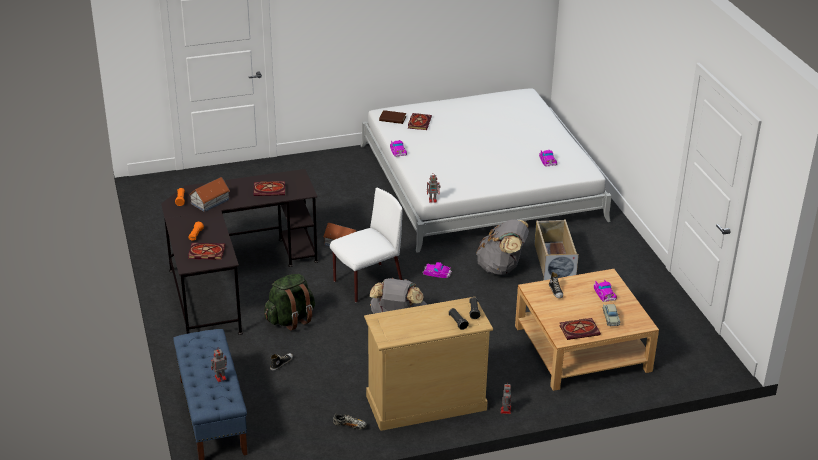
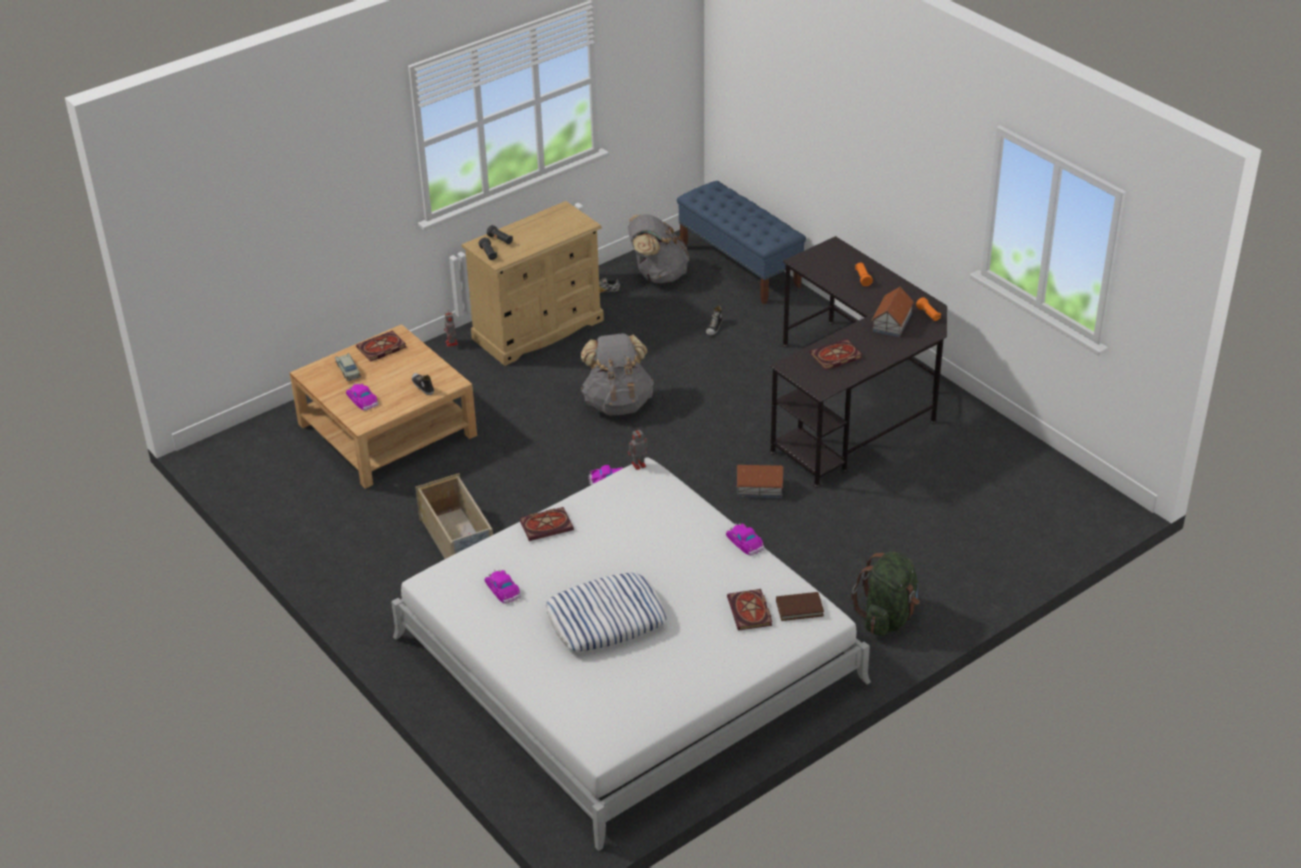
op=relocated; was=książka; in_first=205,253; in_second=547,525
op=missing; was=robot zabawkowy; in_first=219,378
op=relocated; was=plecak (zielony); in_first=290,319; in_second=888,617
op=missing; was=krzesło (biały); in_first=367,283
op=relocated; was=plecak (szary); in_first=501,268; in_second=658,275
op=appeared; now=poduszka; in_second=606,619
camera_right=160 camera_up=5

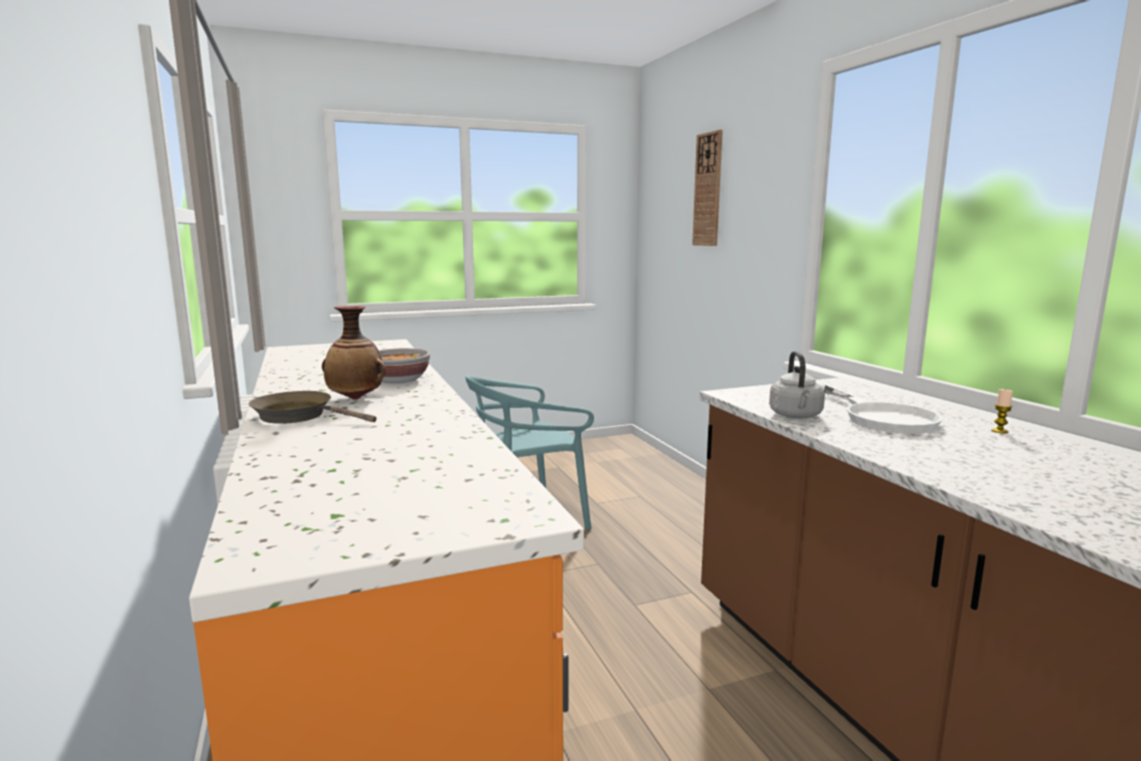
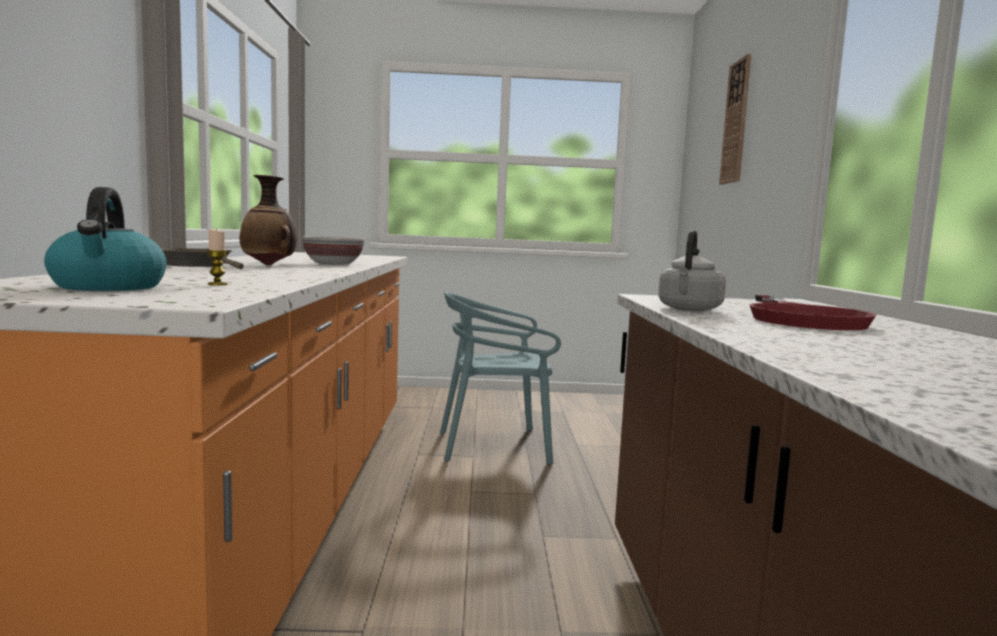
op=colour; was=patelnia (biały); now=patelnia (czerwony); in_first=880,417; in_second=801,319
op=relocated; was=świeca; in_first=999,431; in_second=217,284
op=appeared; now=czajnik; in_second=109,287
camera_right=20 camera_up=-5

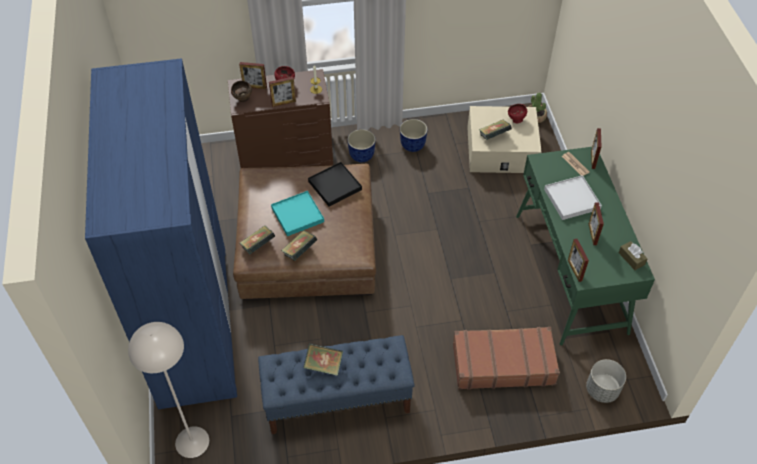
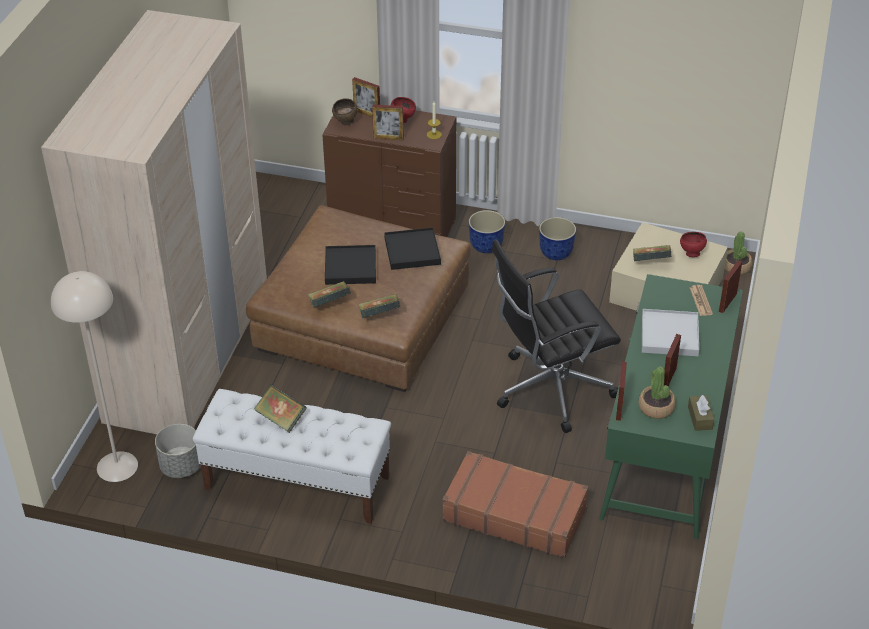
op=colour; was=szafa (niebieski); now=szafa (beżowy); in_first=193,323; in_second=188,355
op=relocated; was=książka; in_first=258,246; in_second=379,315
op=colour; was=ławka (niebieski); now=ławka (biały); in_first=337,400; in_second=296,483
op=colour; was=taca (turkusowy); now=taca (czarny); in_first=297,215; in_second=350,267
op=relocated; was=donica (szary); in_first=602,390; in_second=181,467
op=appeared; now=krzesło biurowe (czarny); in_second=550,389
op=appeared; now=roślina doniczkowa; in_second=656,407
camera_right=25 camera_up=-10

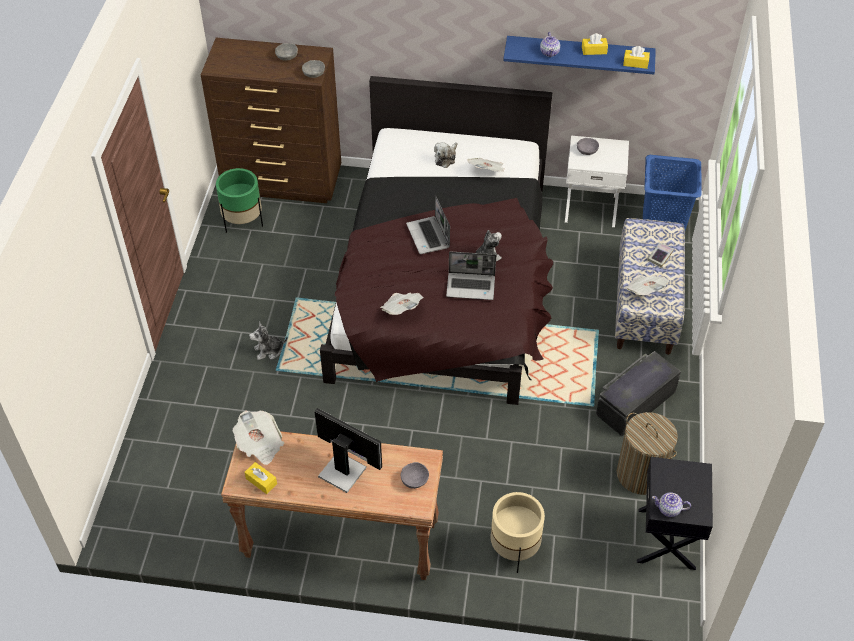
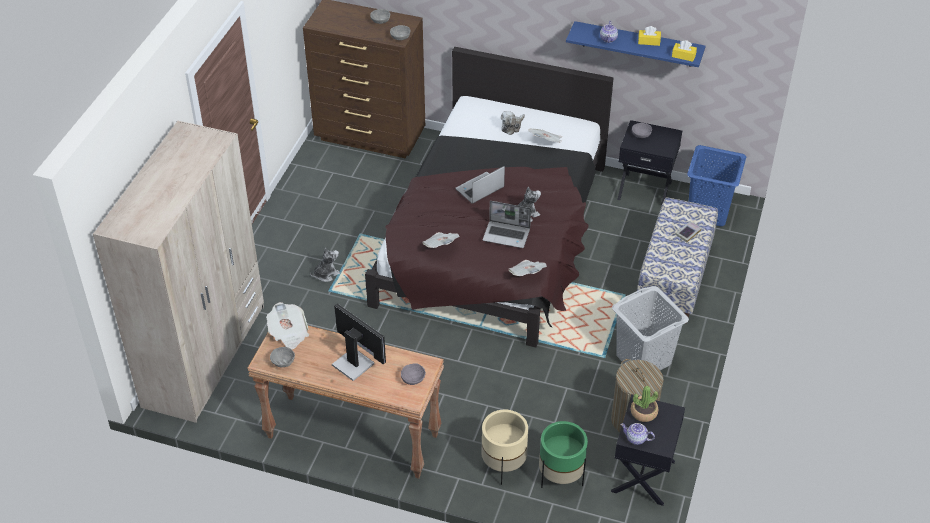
op=relocated; was=donica (zielony); in_first=243,222; in_second=560,476
op=exchanged; was=pudełko chusteczek (żółty); now=miska (szary); in_first=261,481; in_second=283,362
op=spun; was=pluszak; in_first=269,351; in_second=326,274; clockwise=150
op=spun; was=laptop; in_first=429,236; in_second=479,189; clockwise=60
op=colour; was=szafka nocna (biały); now=szafka nocna (czarny); in_first=591,207; in_second=645,190
op=exchanged; was=pojemnik do przechowywania (czarny); now=kosz na pranie (szary); in_first=635,402; in_second=643,359
op=relocated; was=gazeta; in_first=645,291; in_second=527,274
op=appeared; now=szafa (beżowy); in_second=205,355
op=appeared; now=roślina doniczkowa; in_second=643,412
camera_right=10 camera_up=-5

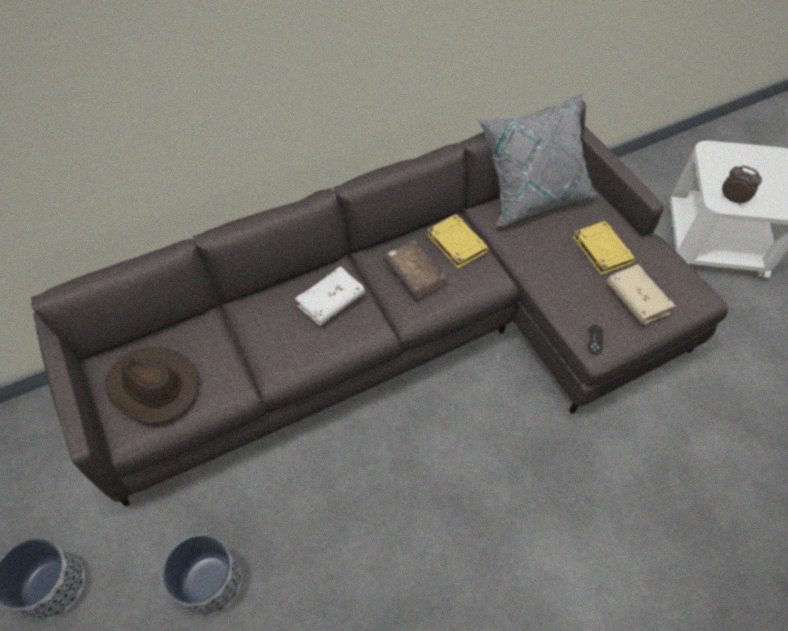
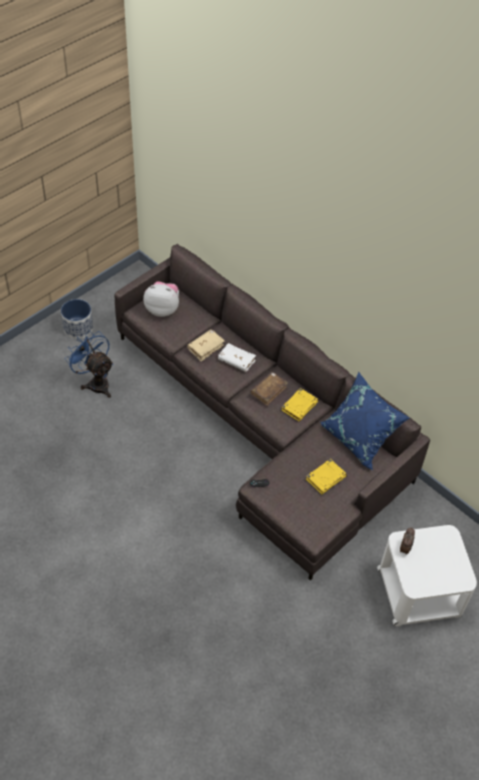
op=exchanged; was=kapelusz (brązowy); now=pluszak; in_first=152,387; in_second=162,309
op=exchanged; was=donica; now=wentylator (niebieski); in_first=210,582; in_second=95,382
op=colour; was=poduszka (szary); now=poduszka (niebieski); in_first=533,194; in_second=359,438
op=relocated; was=książka (beżowy); in_first=636,299; in_second=205,348
camera_right=70 camera_up=-5

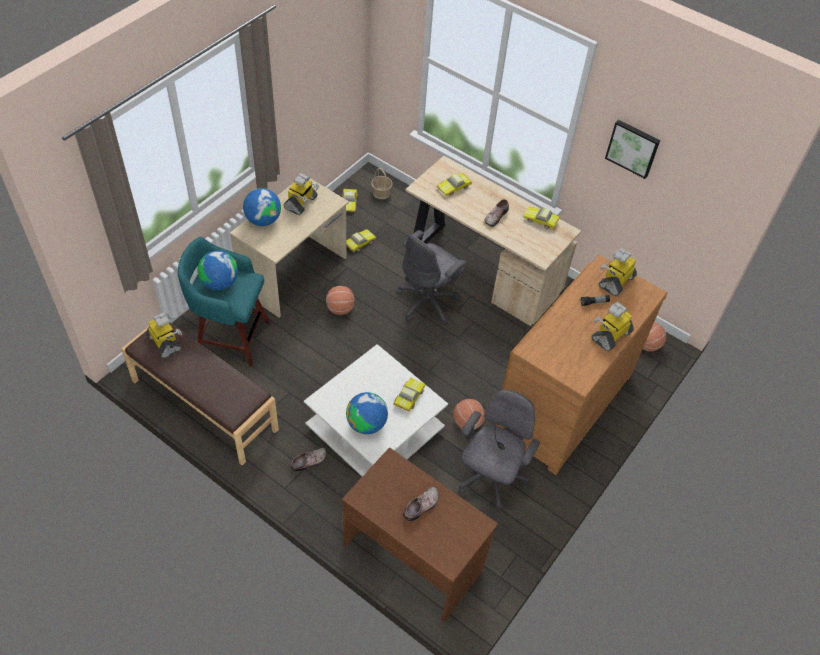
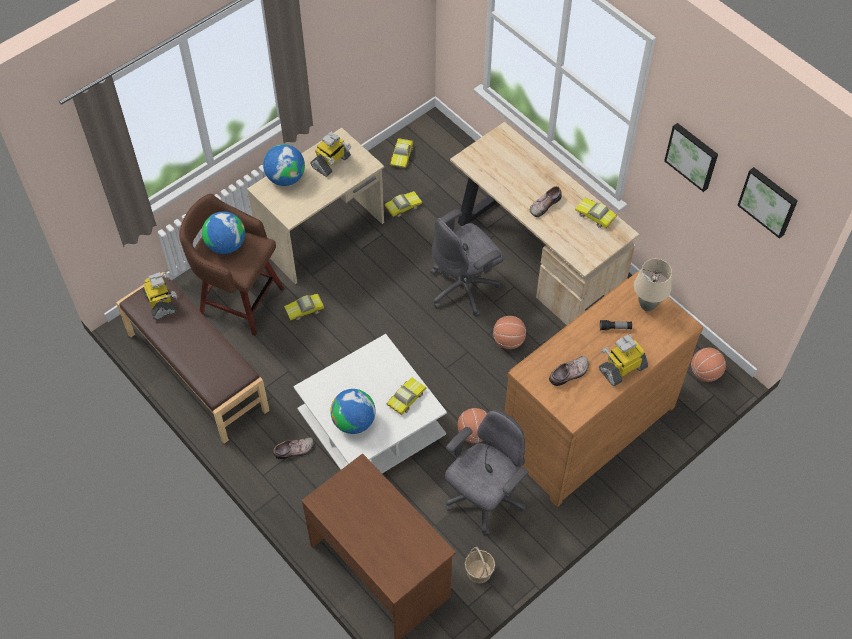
op=colour; was=stołek (turkusowy); now=stołek (brązowy); in_first=231,337; in_second=239,300
op=relocated; was=piłka do koszykówki; in_first=340,309; in_second=508,341
op=relocated; was=koszyk; in_first=381,193; in_second=479,571
op=relocated; was=but; in_first=422,506; in_second=569,374
op=relocated; was=samochodzik; in_first=454,187; in_second=305,310
op=exchanged; was=robot zabawkowy; now=lampa stołowa (beżowy); in_first=616,281; in_second=647,305
op=appeared; now=obraz; in_second=769,201
camera_right=15 camera_up=5

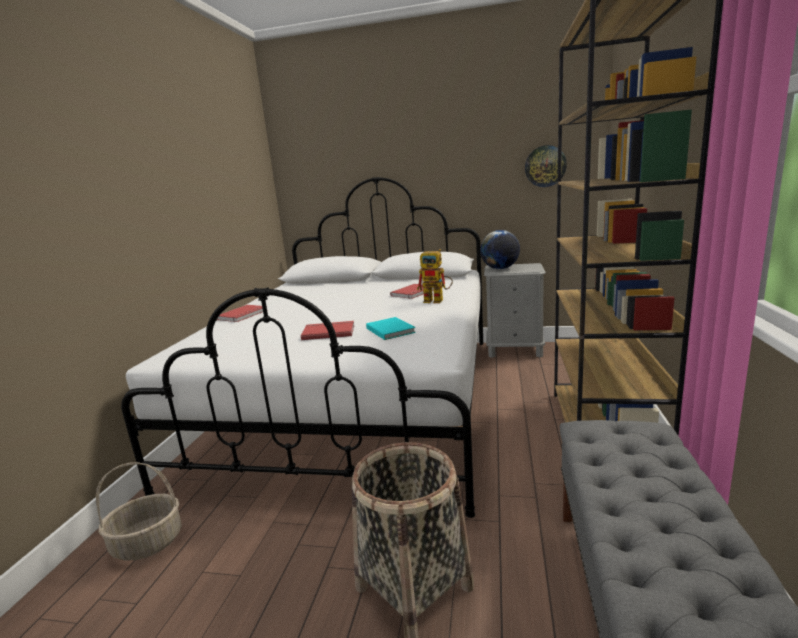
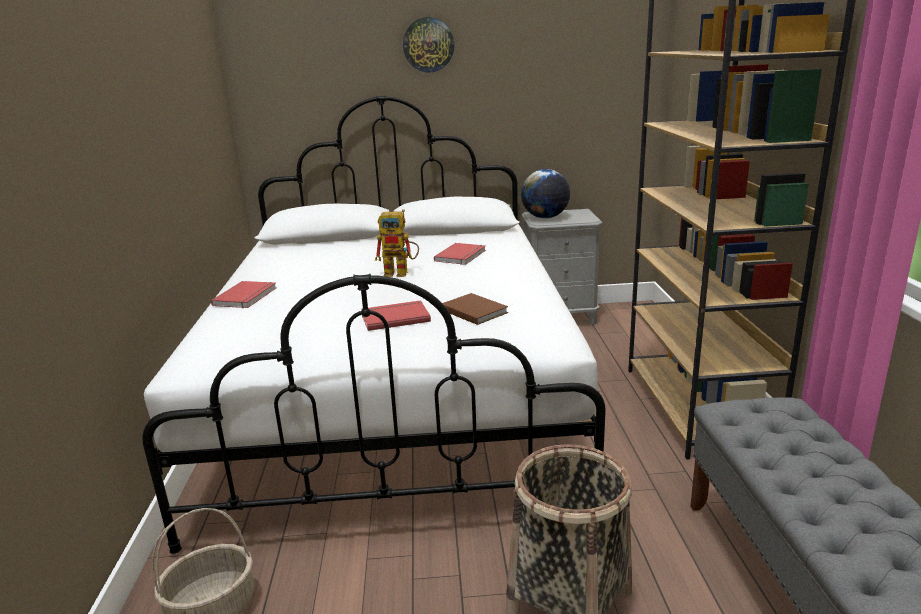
op=colour; was=książka (turkusowy); now=książka (brązowy); in_first=390,330; in_second=473,310
op=relocated; was=robot zabawkowy; in_first=438,300; in_second=401,273
op=relocated; was=zegar ścienny; in_first=545,166; in_second=428,45
camera_right=-15 camera_up=5

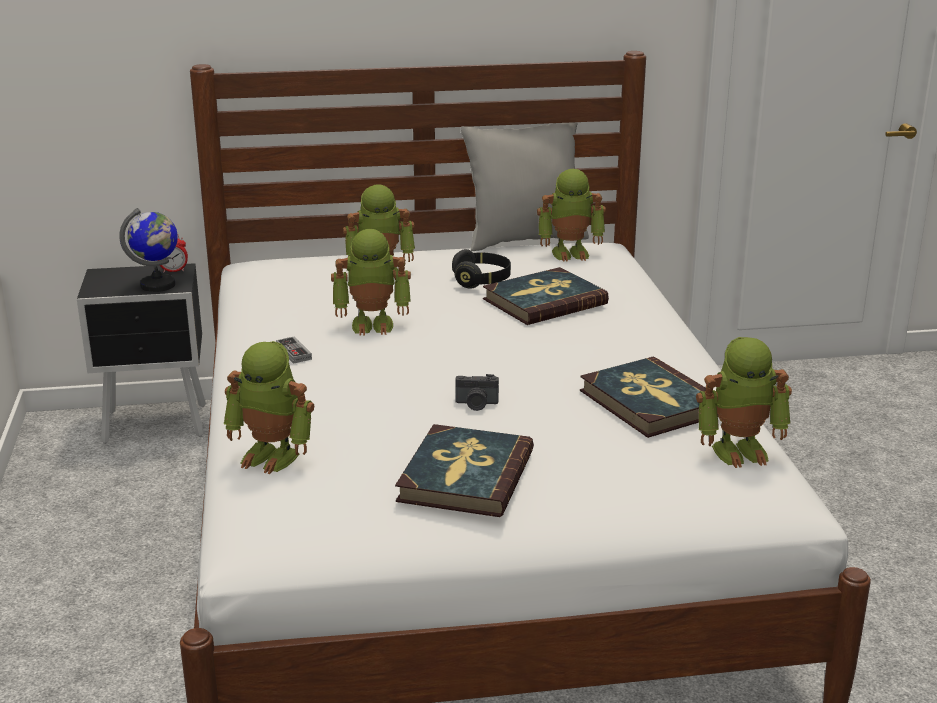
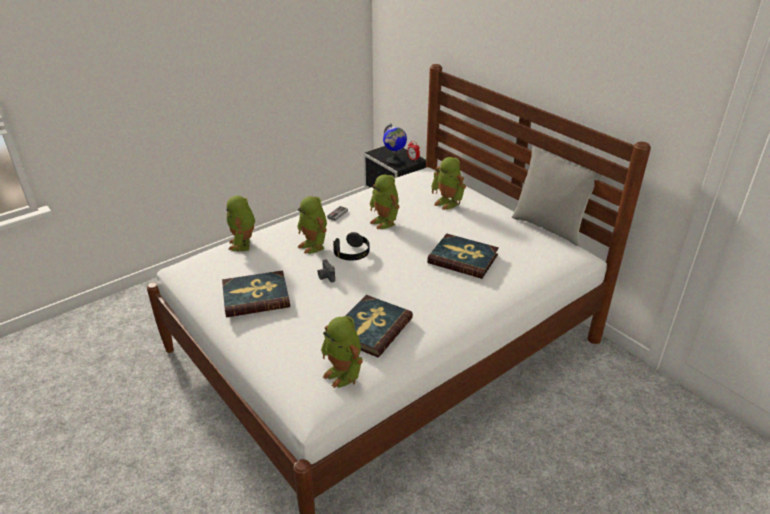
op=relocated; was=słuchawki (czarny); in_first=481,281; in_second=352,254
op=relocated; was=robot zabawkowy; in_first=570,252; in_second=314,245
camera_right=60 camera_up=10

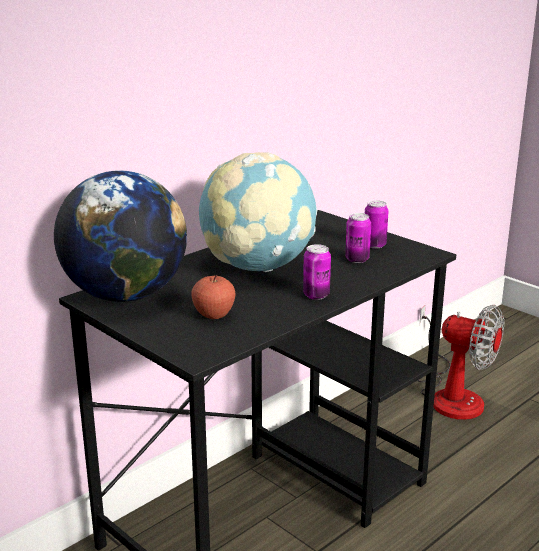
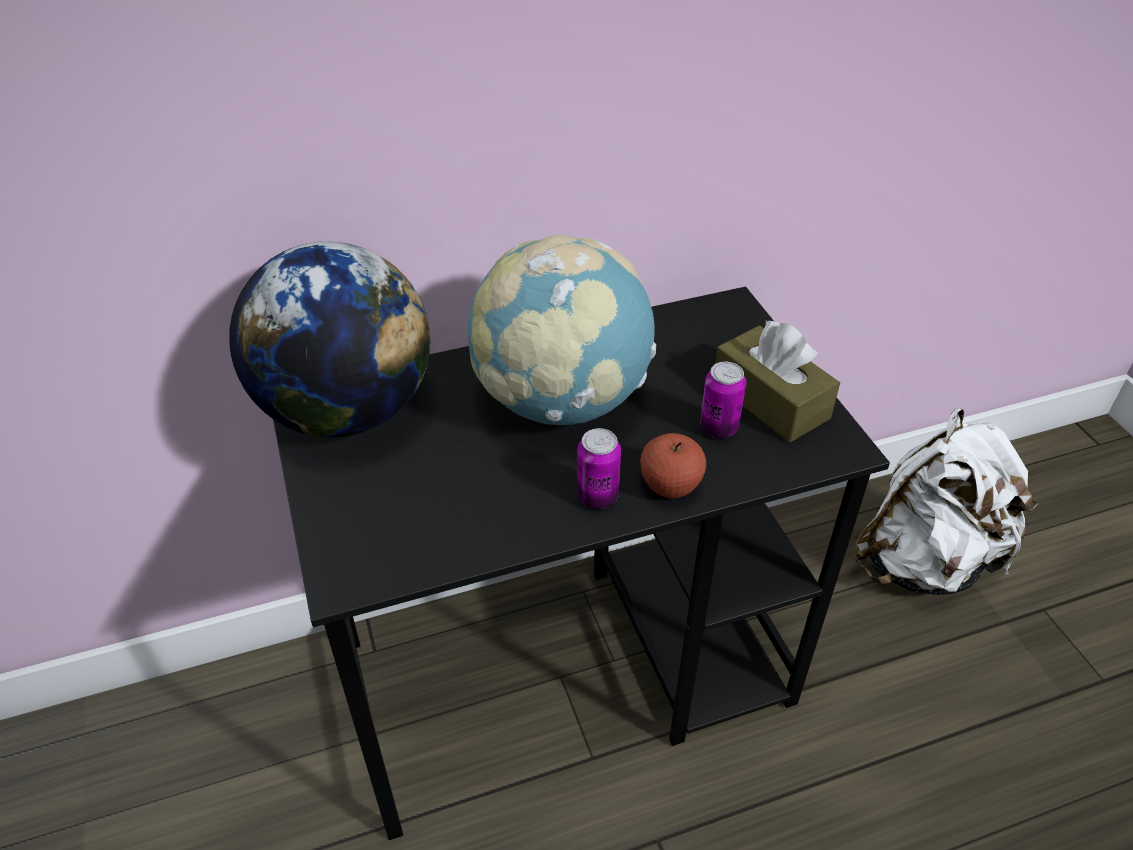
op=relocated; was=jabłko; in_first=214,315; in_second=670,486
op=exchanged; was=puszka; now=pudełko chusteczek (brązowy); in_first=374,245; in_second=770,400
op=exchanged; was=wentylator; now=plecak (biały); in_first=451,394; in_second=925,561
camera_right=25 camera_up=20

